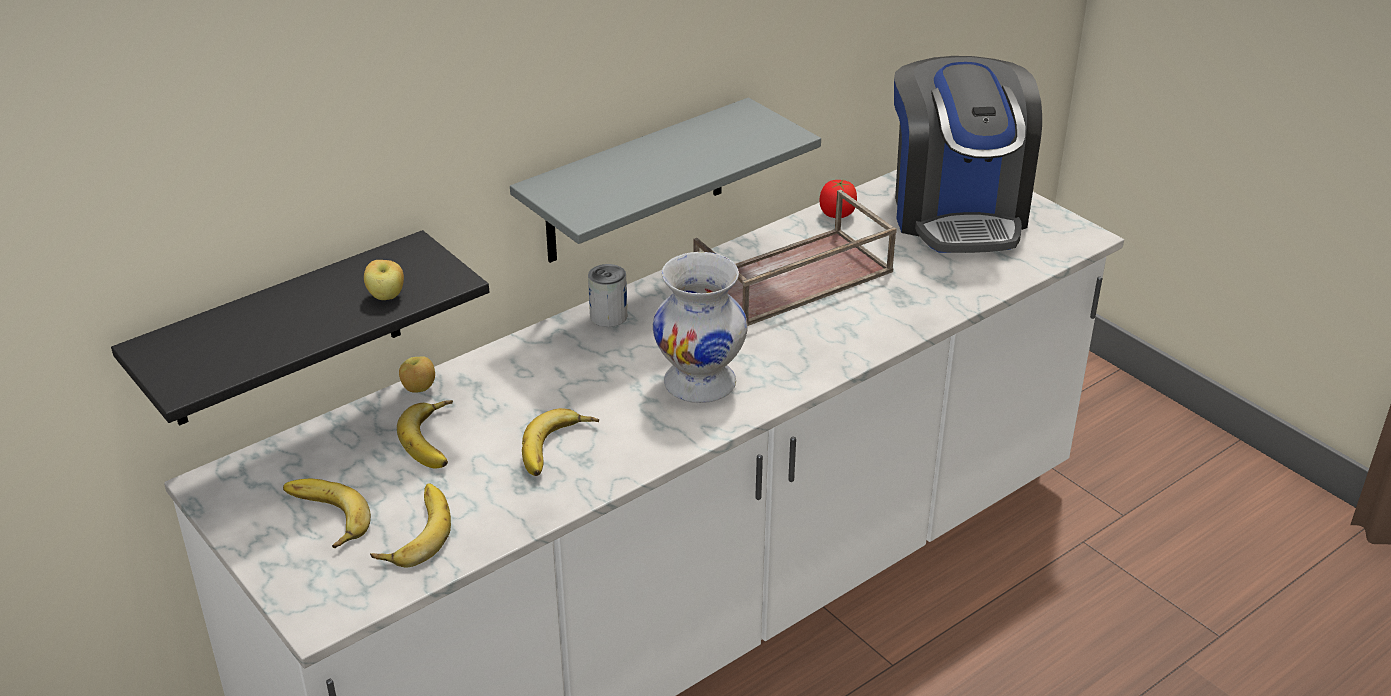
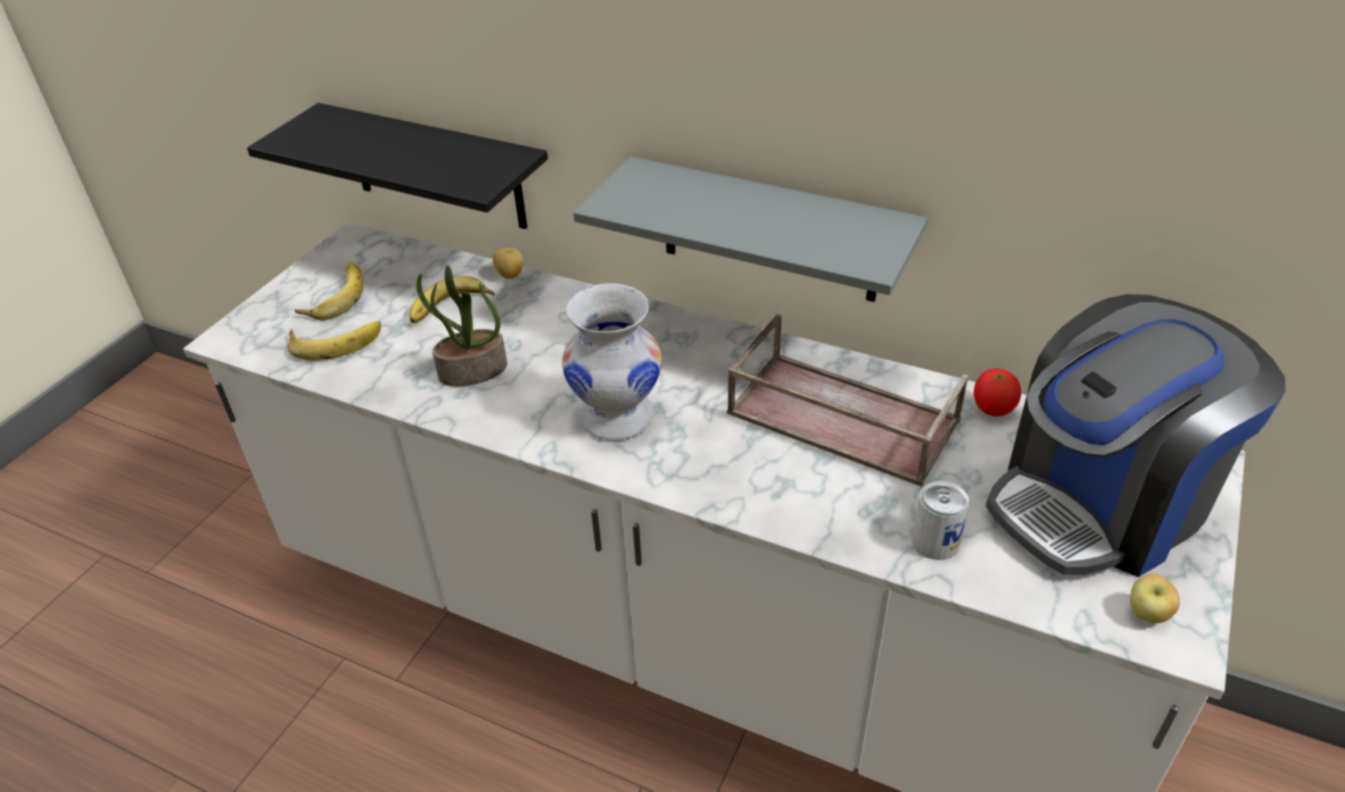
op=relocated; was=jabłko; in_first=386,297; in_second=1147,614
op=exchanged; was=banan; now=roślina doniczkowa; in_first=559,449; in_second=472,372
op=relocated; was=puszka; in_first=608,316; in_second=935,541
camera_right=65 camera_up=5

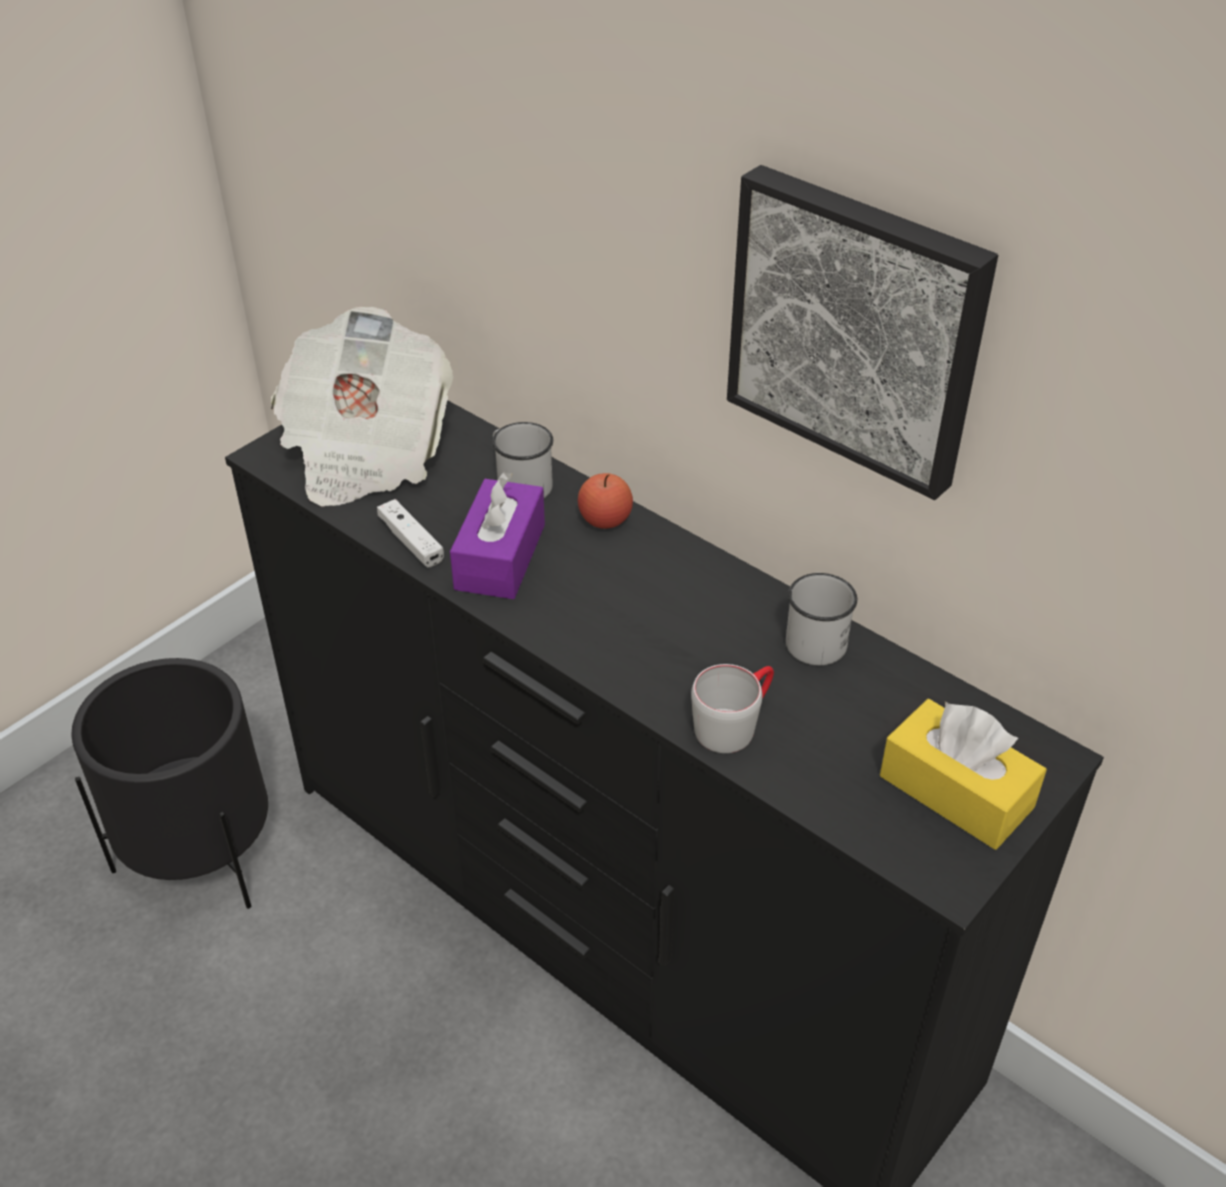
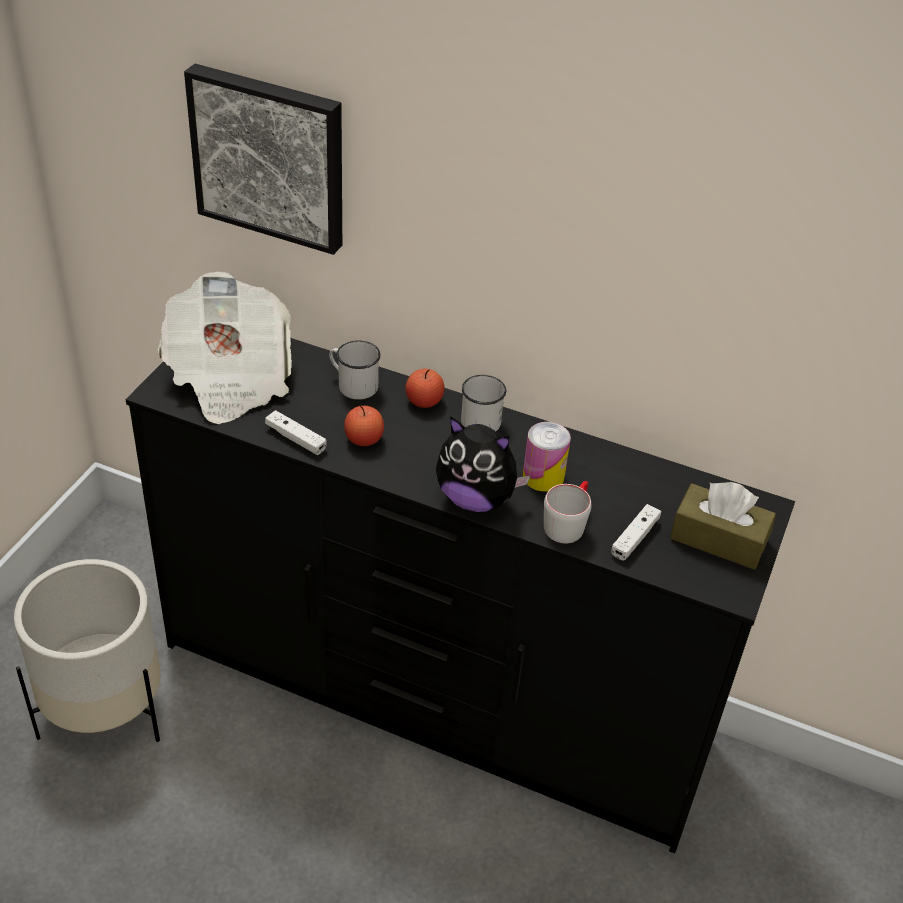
op=colour; was=donica (czarny); now=donica (biały); in_first=201,854; in_second=104,711
op=exchanged; was=pudełko chusteczek (fioletowy); now=jabłko; in_first=500,557; in_second=364,439
op=relocated; was=obraz; in_first=858,327; in_second=270,156
op=relocated; was=kubek (biały); in_first=815,637; in_second=479,417
op=colour; was=pudełko chusteczek (żółty); now=pudełko chusteczek (brązowy); in_first=956,791; in_second=718,539
op=appeared; now=pluszak; in_second=476,498
op=appeared; now=puszka; in_second=543,477
op=appeared; now=pad do gier (biały); in_second=634,538
camera_right=-20 camera_up=0

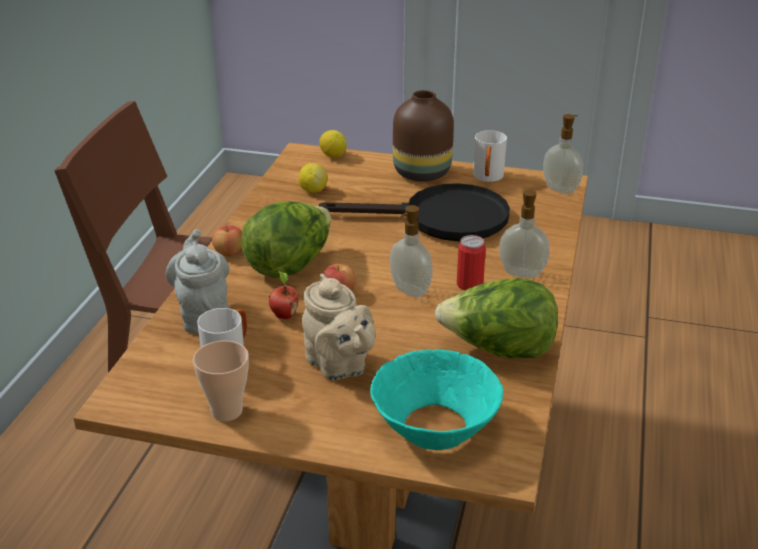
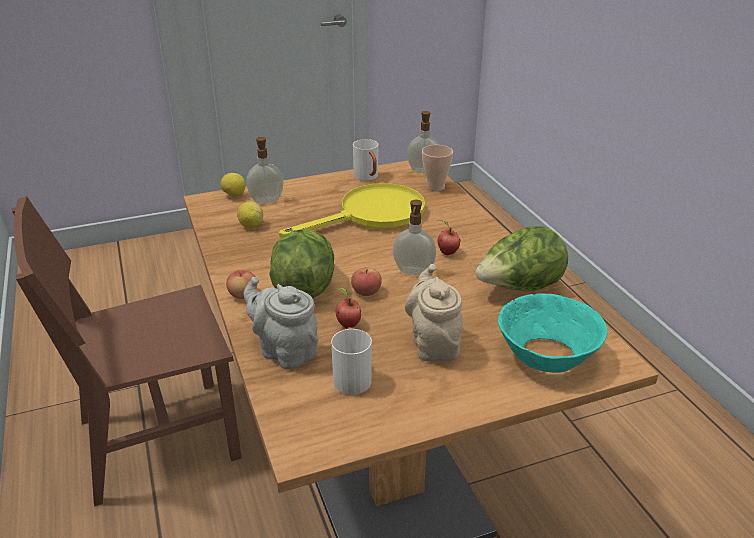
op=relocated; was=filiżanka; in_first=226,411; in_second=435,187
op=spun; was=imbryk (beżowy); in_first=339,366; in_second=434,344; clockwise=-120
op=colour; was=patelnia (czarny); now=patelnia (żółty); in_first=441,219; in_second=371,215
op=missing; was=wazon (brązowy); in_first=422,172
op=exchanged; was=puszka; now=jabłko; in_first=469,284; in_second=446,252
op=relocated; was=dozownik mydła; in_first=522,272; in_second=266,200
camera_right=-35 camera_up=0

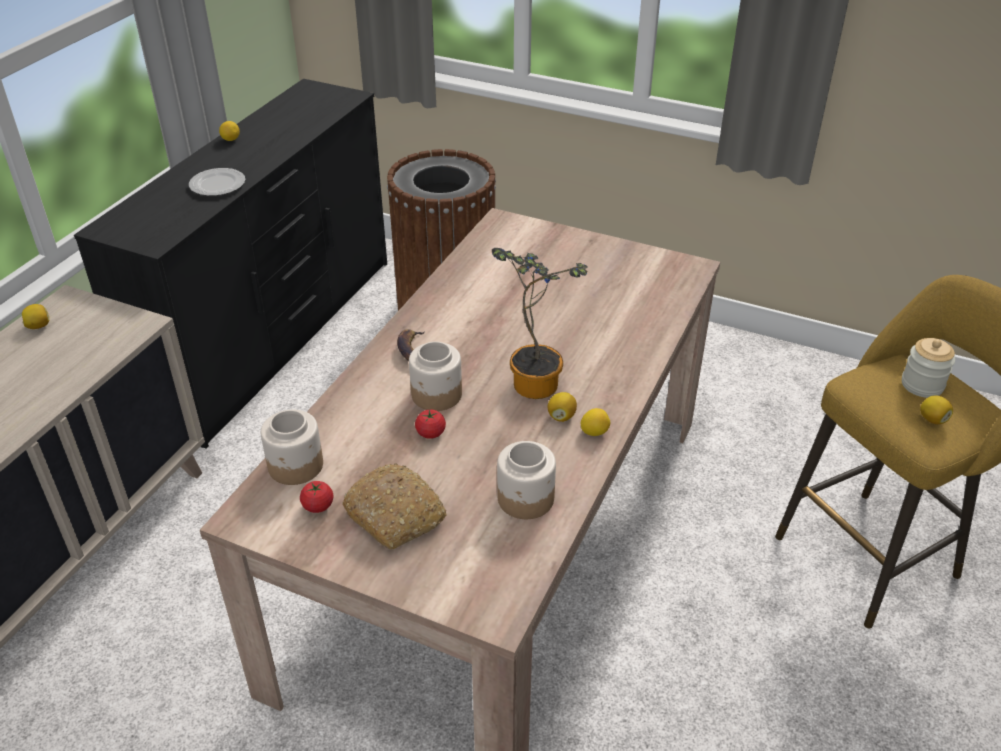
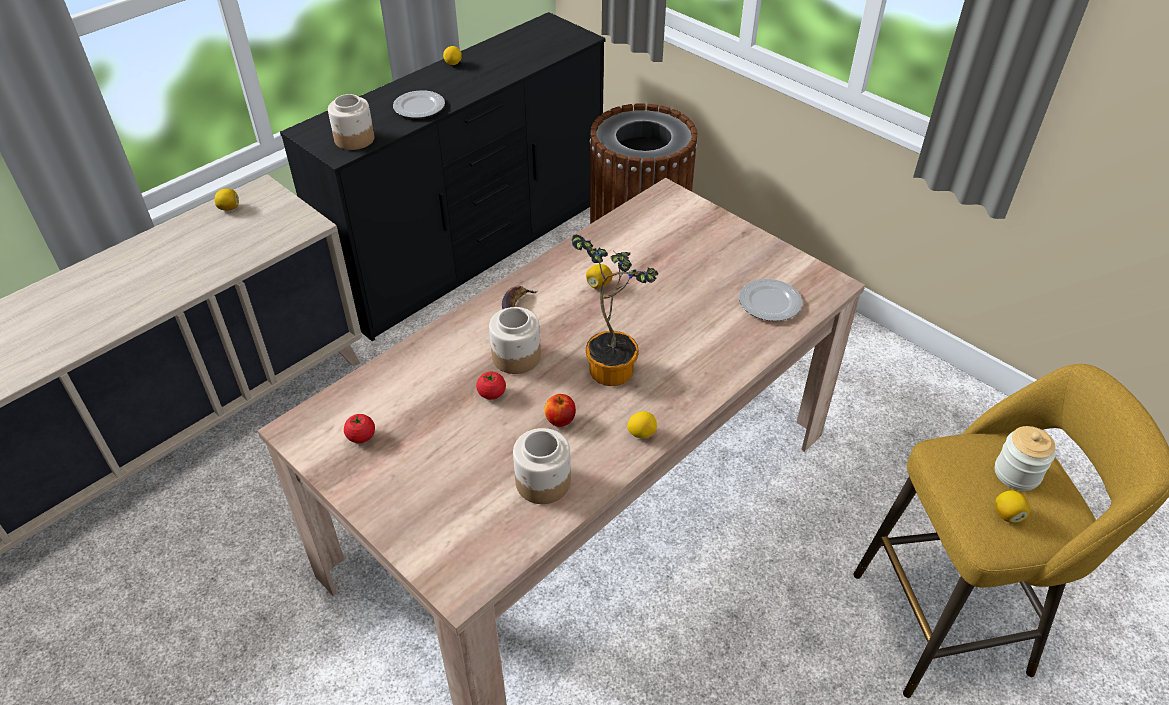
op=relocated; was=słoik; in_first=296,466; in_second=354,139
op=missing; was=chleb; in_first=396,515
op=relocated; was=cytryna; in_first=561,416; in_second=599,285
op=appeared; now=jabłko; in_second=560,420
op=appeared; now=talerz; in_second=769,303
camera_right=20 camera_up=5

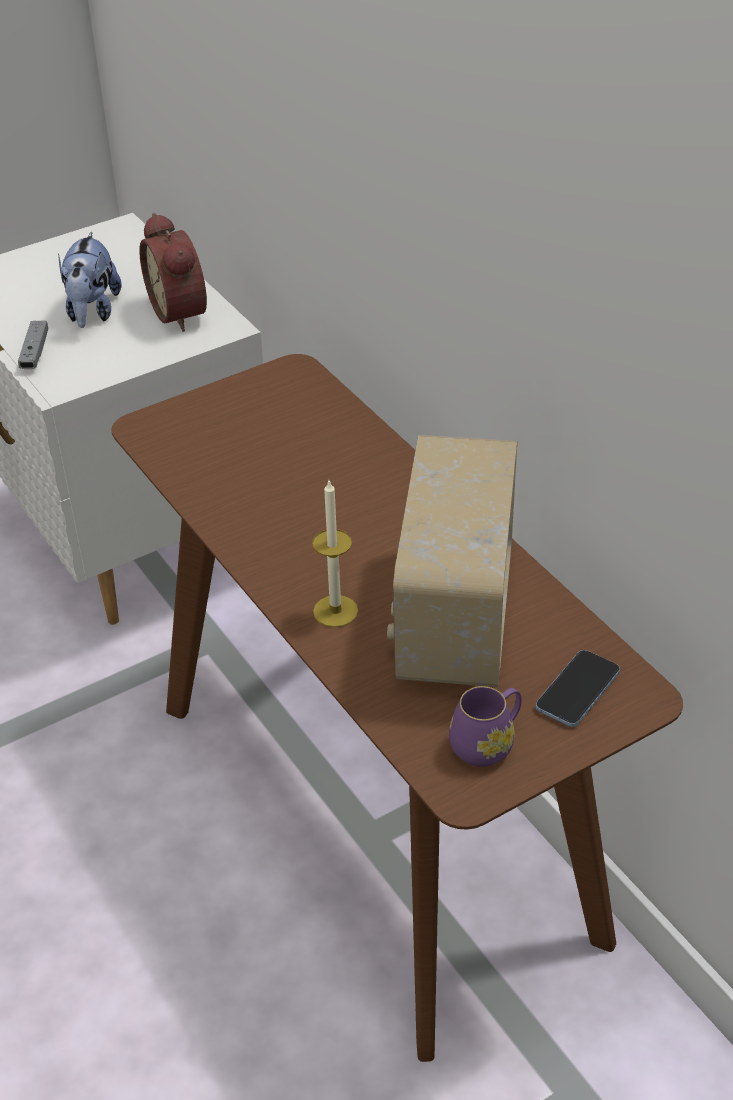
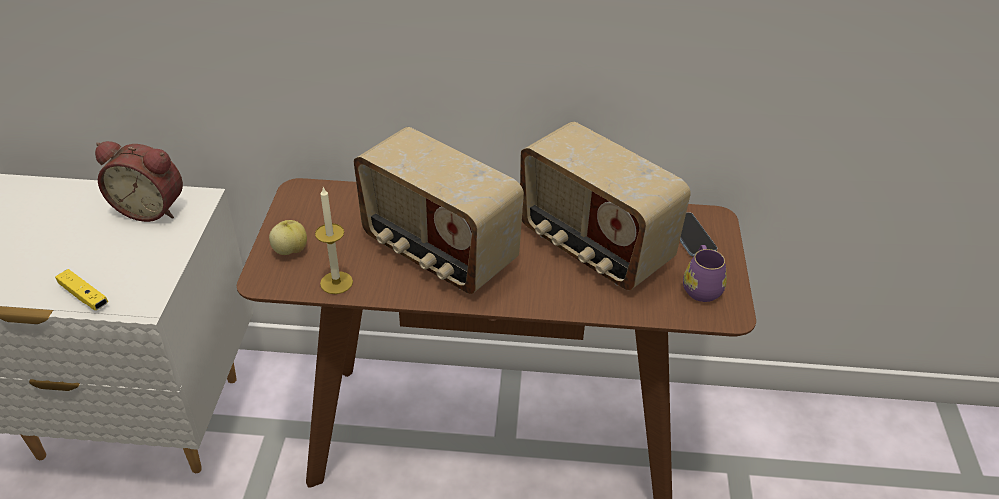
op=colour; was=pad do gier (szary); now=pad do gier (żółty); in_first=35,353; in_second=84,296
op=missing; was=pluszak; in_first=92,312
op=relocated; was=świeca; in_first=335,611; in_second=336,282
op=appeared; now=jabłko; in_second=290,250
op=appeared; now=radio; in_second=438,253
camera_right=-55 camera_up=0

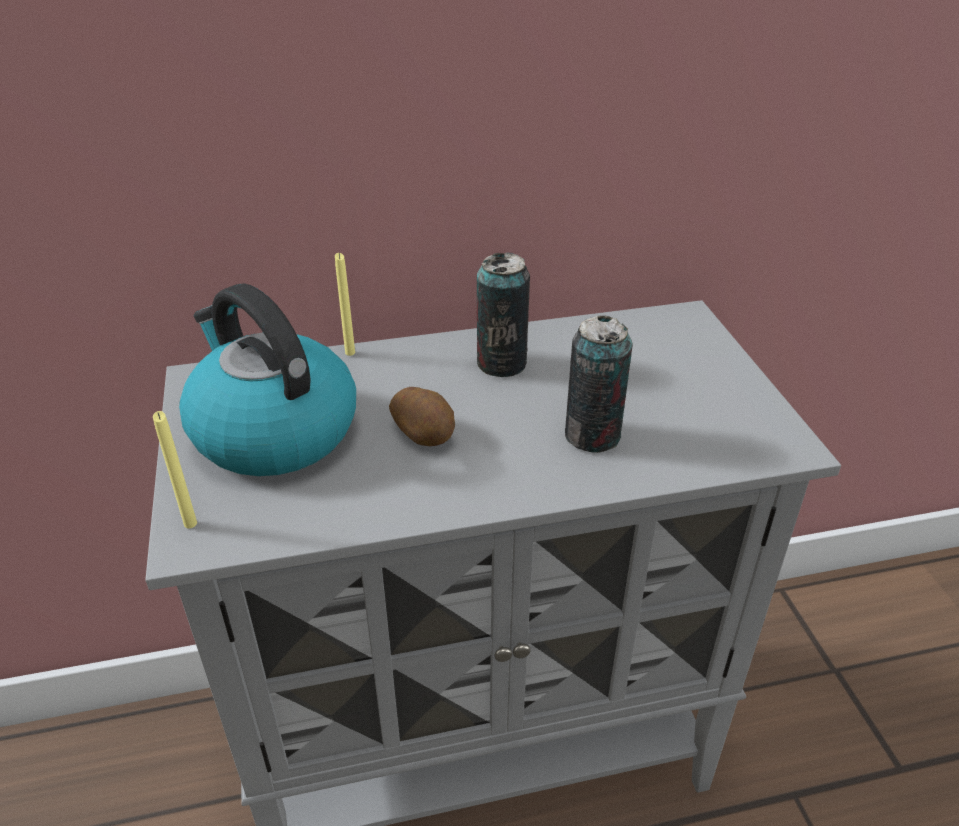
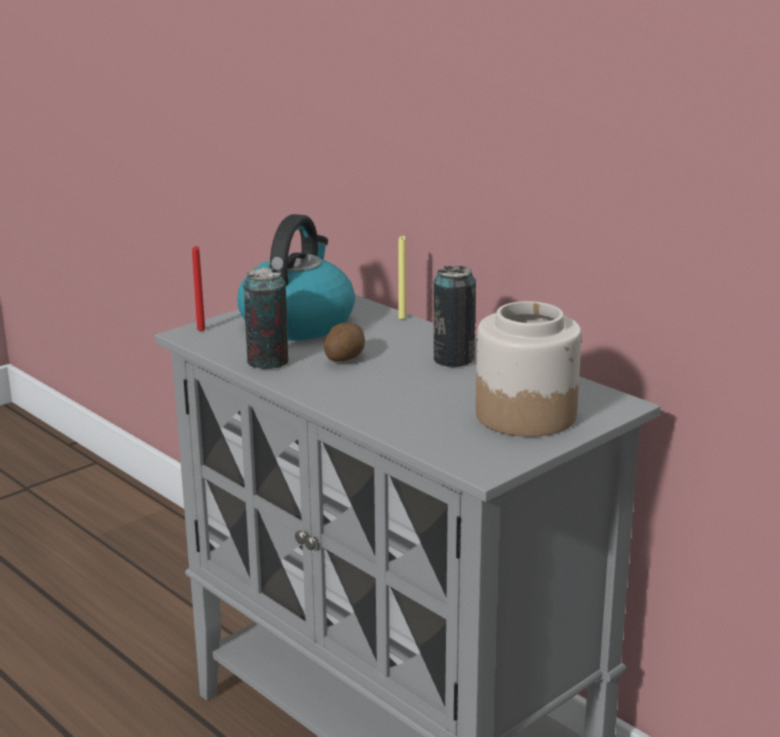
op=colour; was=świeca (żółty); now=świeca (czerwony); in_first=190,524; in_second=201,329
op=relocated; was=puszka; in_first=592,435; in_second=268,362
op=appeared; now=słoik; in_second=526,415
camera_right=60 camera_up=-15

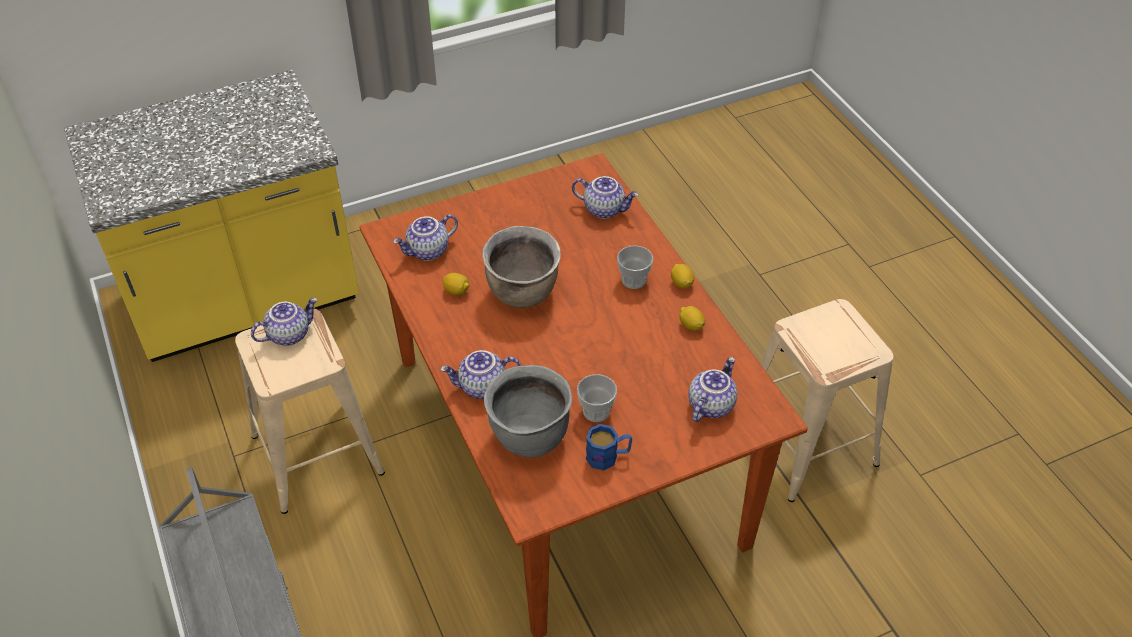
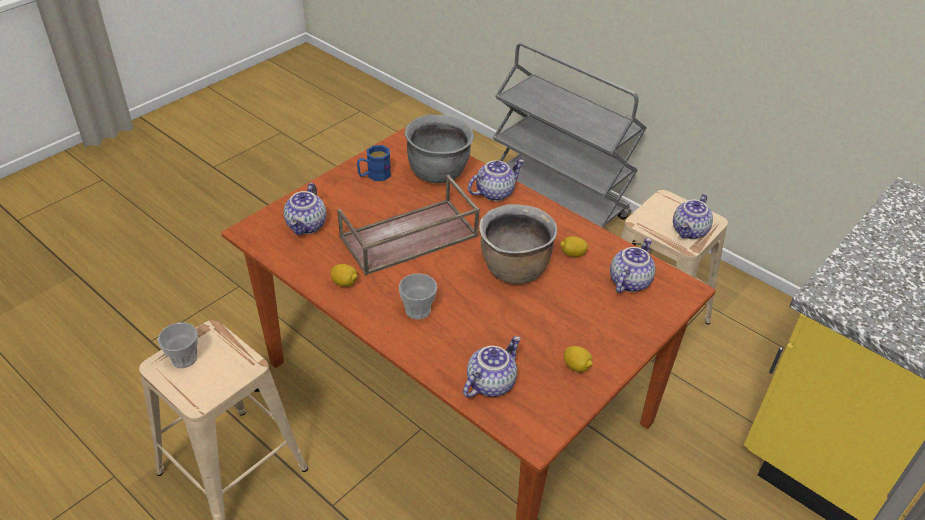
op=spun; was=imbryk; in_first=604,209; in_second=490,382; clockwise=135
op=relocated; was=filiżanka; in_first=596,411; in_second=184,358
op=relocated; was=cytryna; in_first=681,283; in_second=576,366
op=appeared; now=taca (brązowy); in_second=408,237
camera_right=155 camera_up=-5

